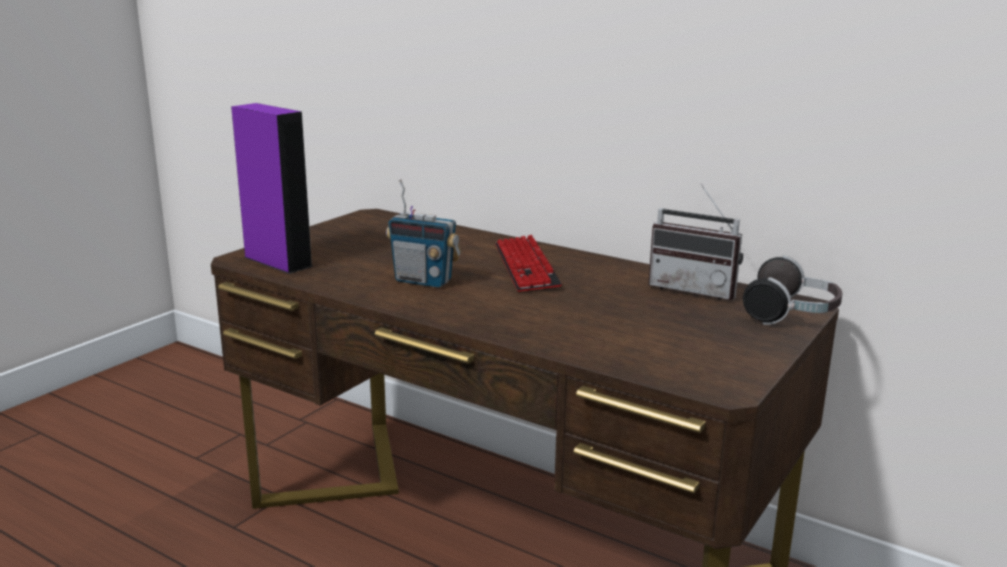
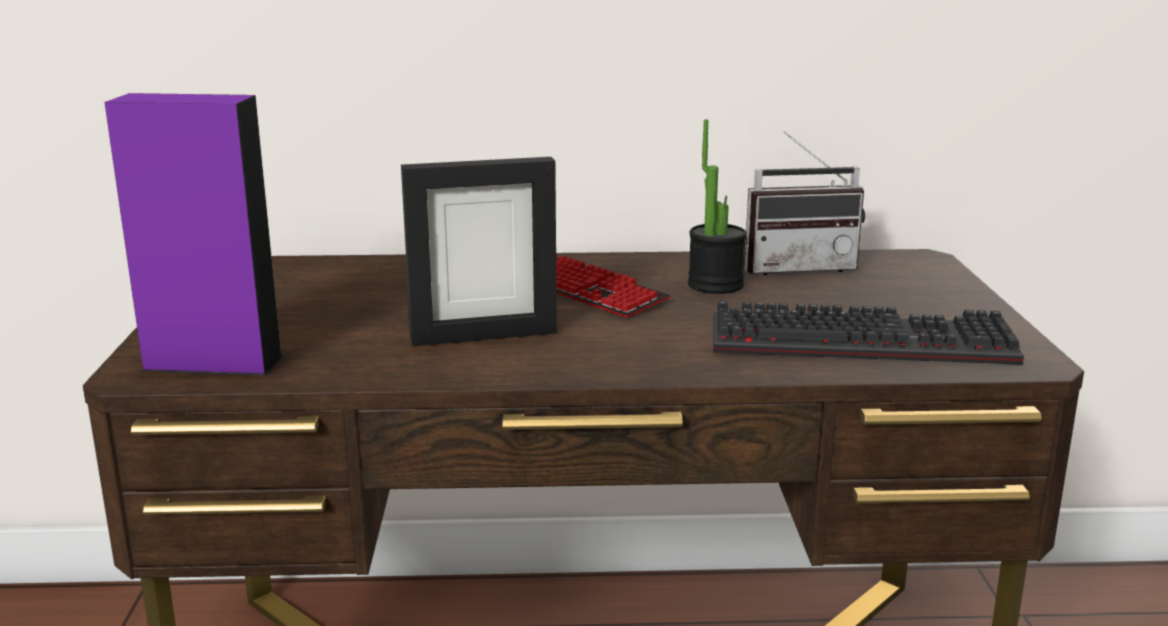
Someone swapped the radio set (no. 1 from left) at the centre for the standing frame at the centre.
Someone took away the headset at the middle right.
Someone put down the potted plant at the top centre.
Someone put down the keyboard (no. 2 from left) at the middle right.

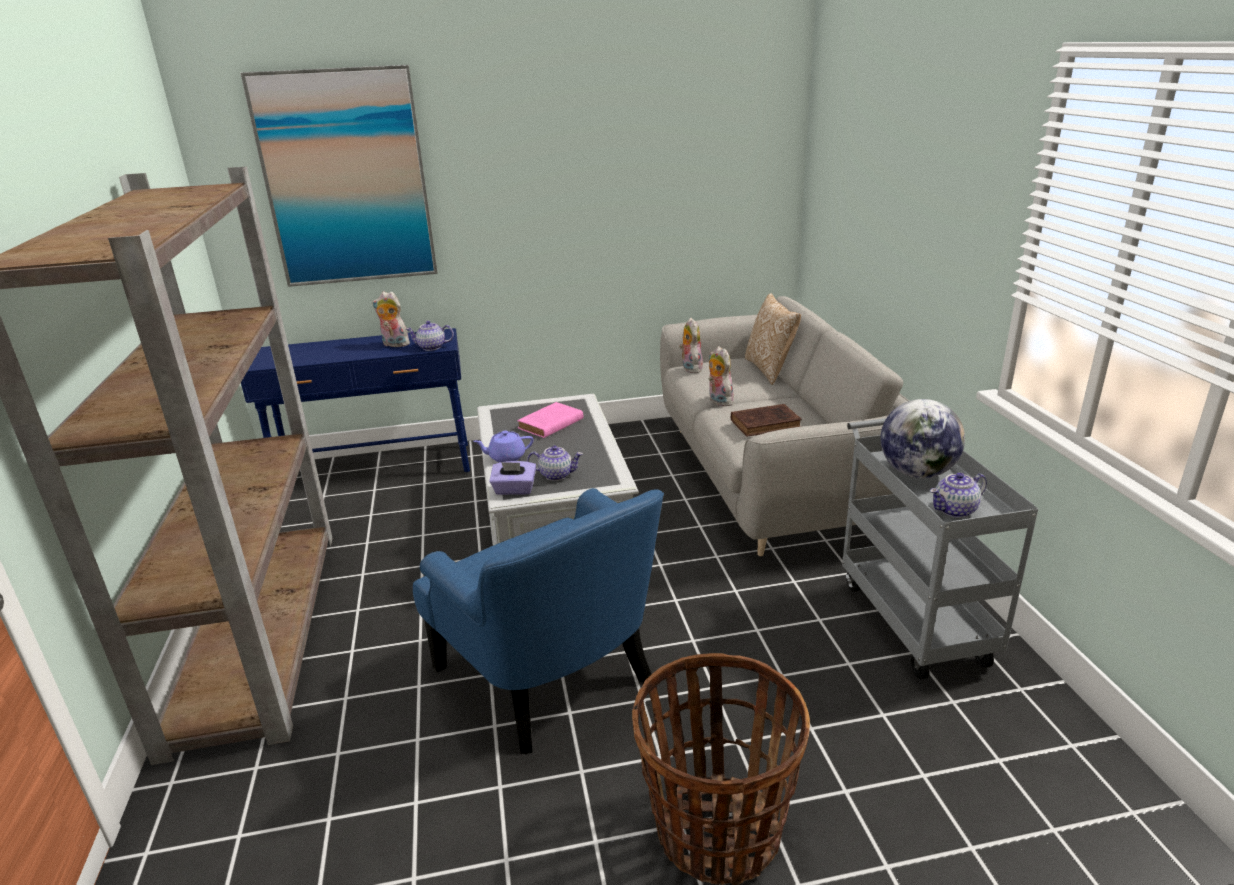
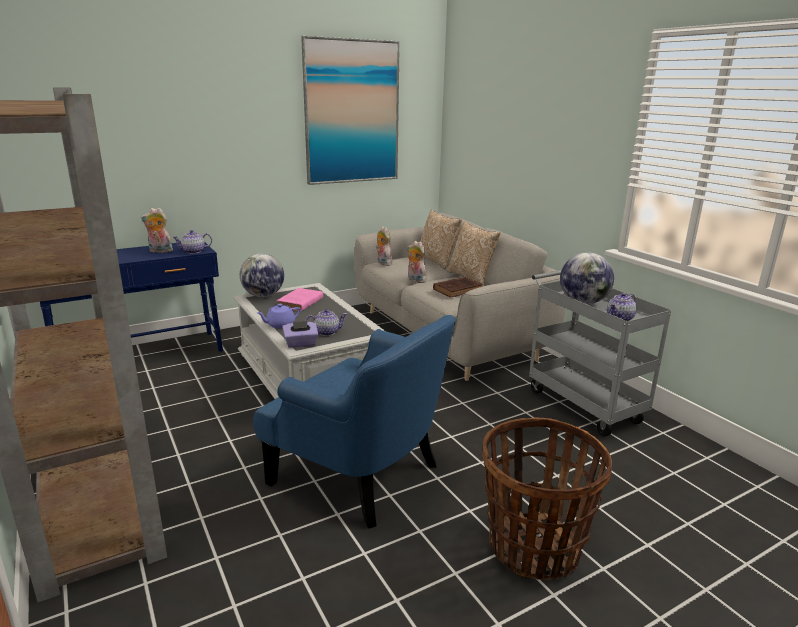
Someone carried the wall picture from the top left to the top centre.
Someone put down the throw pillow (no. 2 from left) at the centre.
Someone put down the desk globe (no. 1 from left) at the middle left.

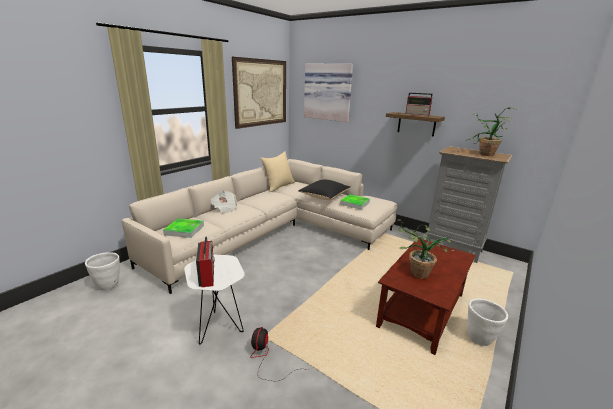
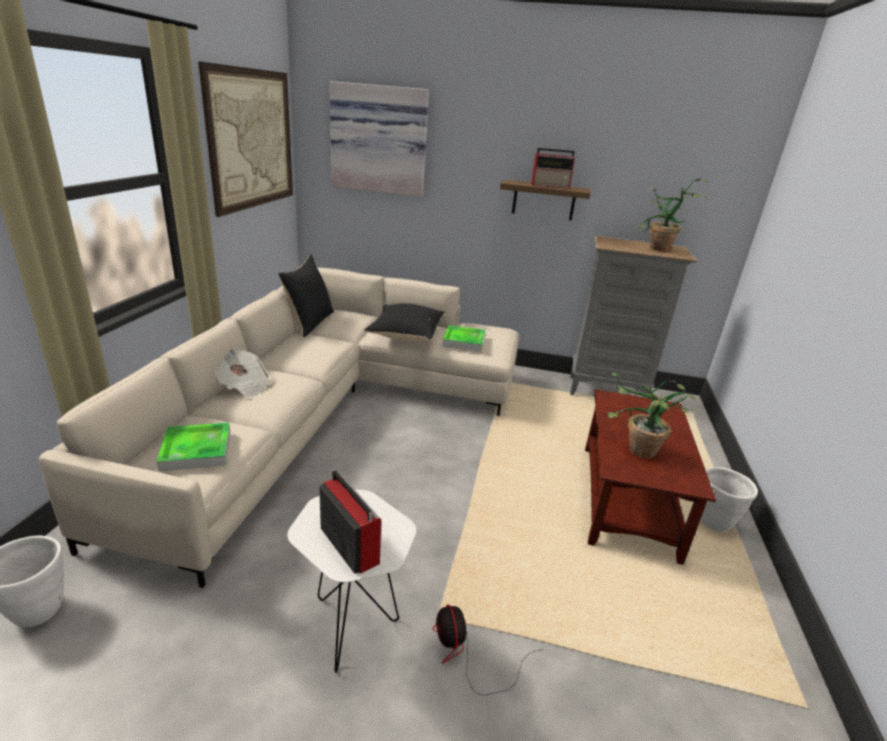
Someone repainted the beige-coloured throw pillow at the centre, which became the black-coloured throw pillow (no. 1 from left) at the centre.

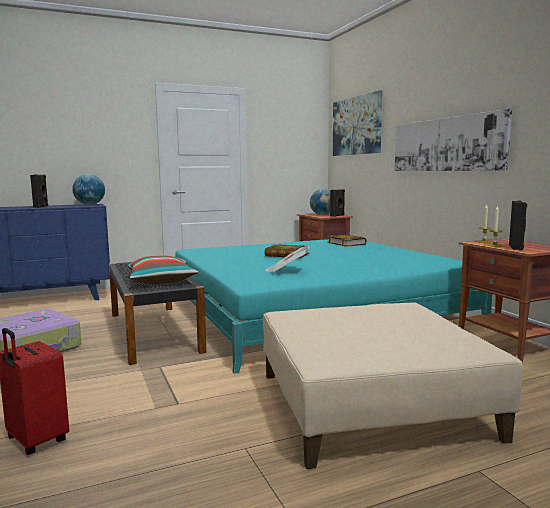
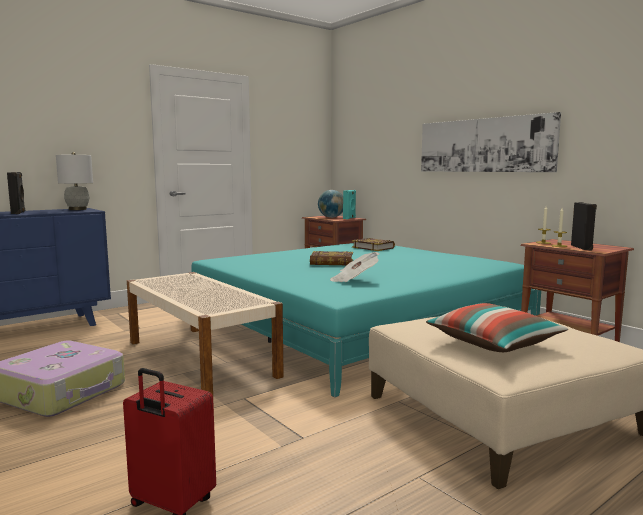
Someone took away the wall picture (no. 1 from left) at the top centre.
Someone swapped the desk globe (no. 1 from left) at the middle left for the white table lamp at the middle left.
Someone repainted the black-coloured audio speaker (no. 2 from left) at the centre, which became the turquoise audio speaker at the centre.
Someone carried the throw pillow from the middle left to the middle right.
Someone repainted the black-coloured indoor bench at the middle left, which became the beige-coloured indoor bench at the middle left.

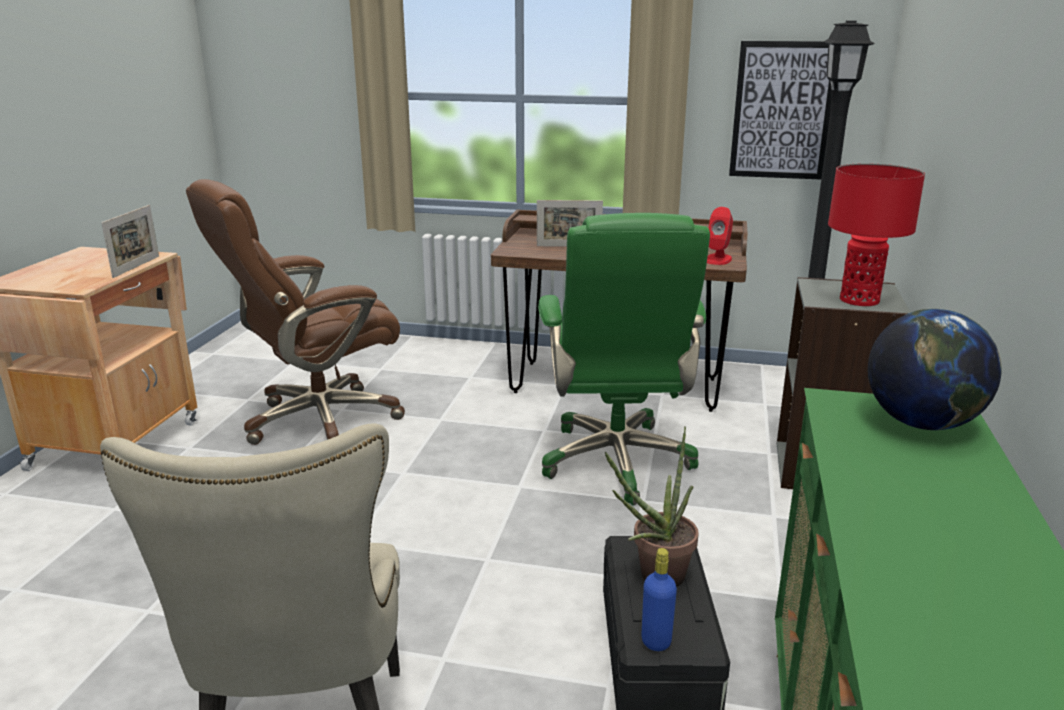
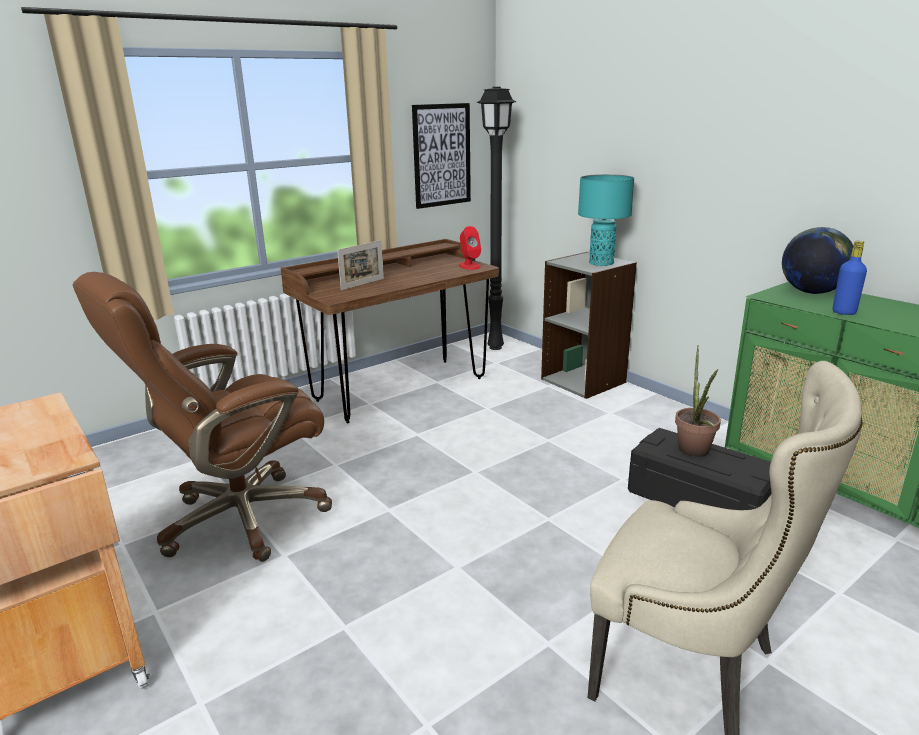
Someone repainted the reddish table lamp at the top right, which became the turquoise table lamp at the top centre.
Someone rotated the brown office chair at the middle left by 45 degrees clockwise.
Someone took away the standing frame (no. 1 from left) at the middle left.
Someone took away the greenish office chair at the centre.
Someone carried the blue bottle from the bottom centre to the middle right.

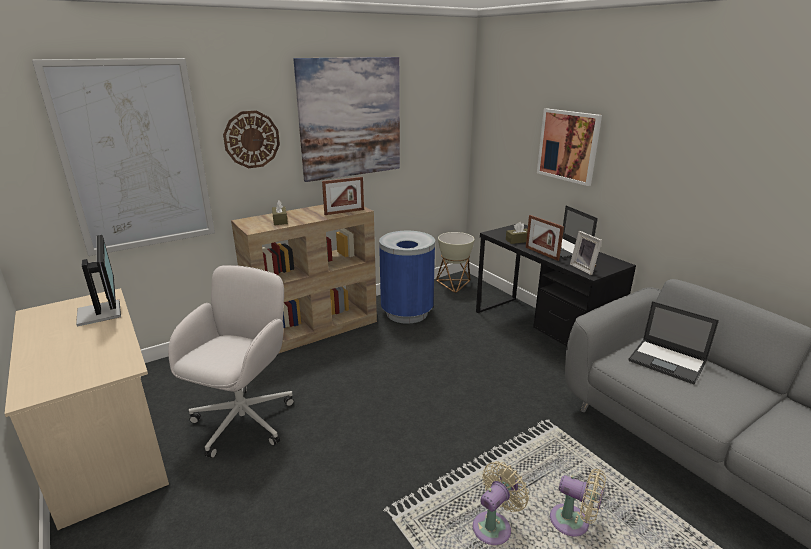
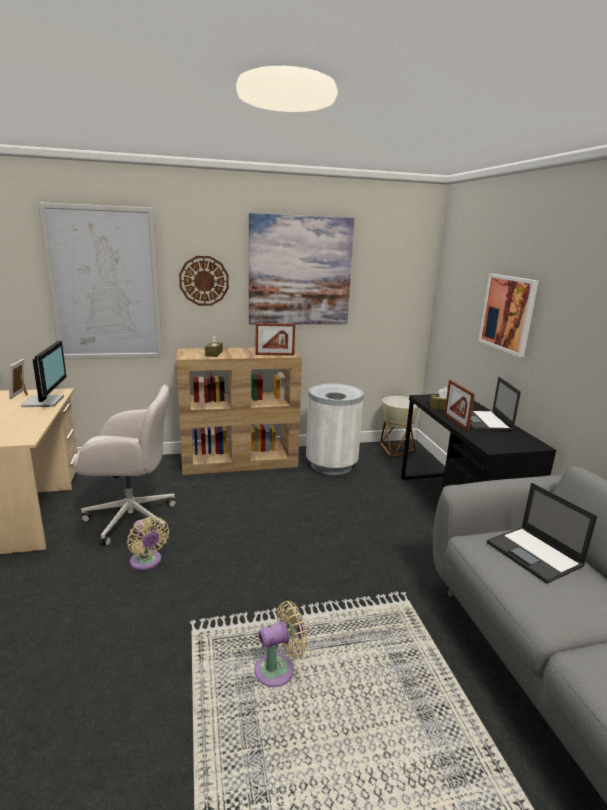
Someone repainted the blue waste bin at the centre, which became the white waste bin at the centre.
Someone carried the standing frame (no. 3 from left in the first image) from the middle right to the middle left.
Someone rotated the white office chair at the middle left by 45 degrees clockwise.
Someone carried the beige-coloured cooling fan (no. 2 from left in the first image) from the bottom right to the bottom left.

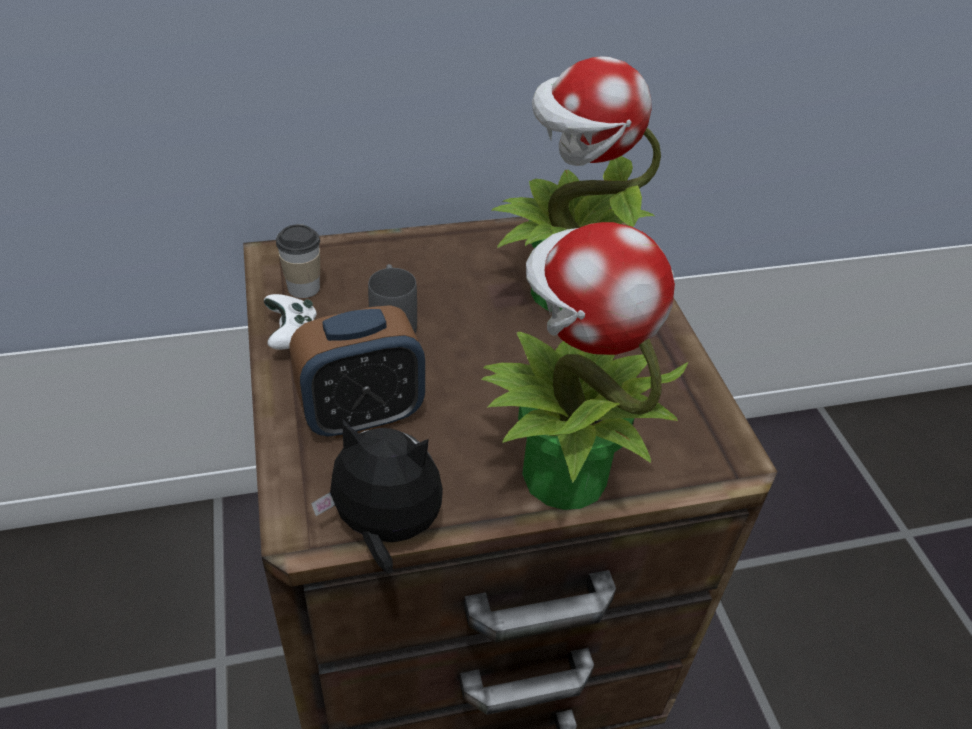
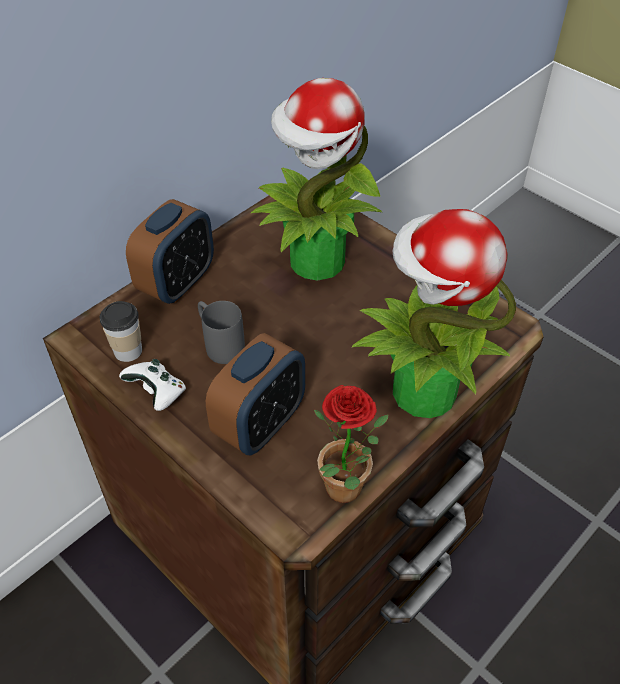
Someone swapped the plush toy at the bottom centre for the potted plant (no. 2 from left) at the centre.
Someone put down the alarm clock (no. 1 from left) at the middle left.

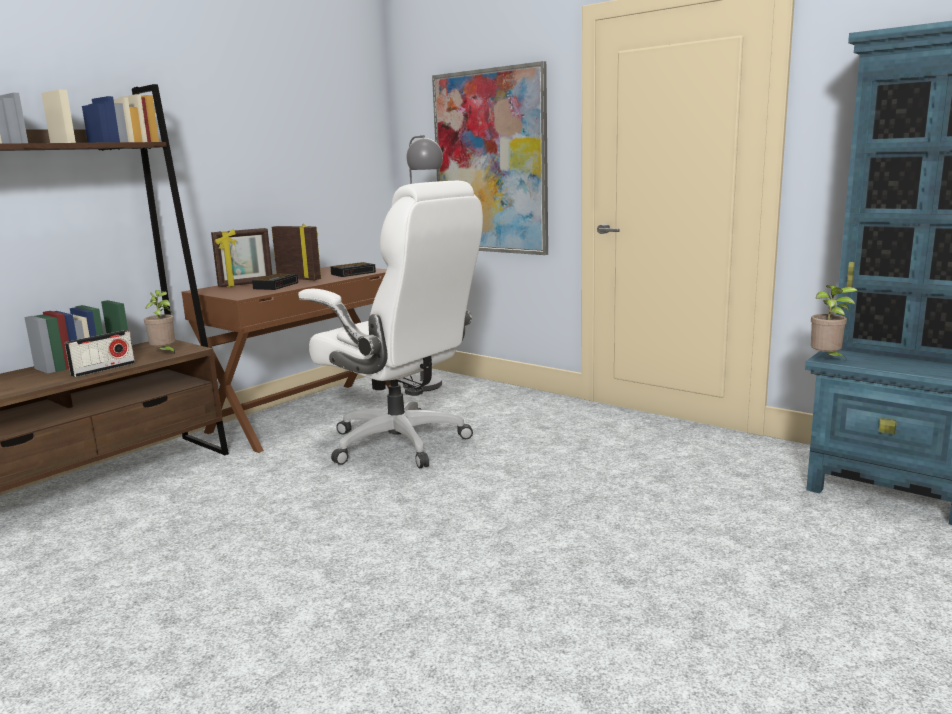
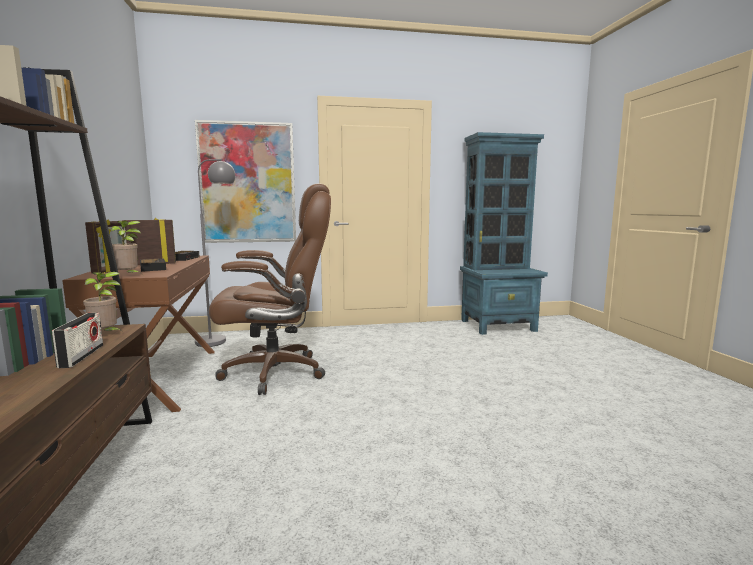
Someone repainted the white office chair at the centre, which became the brown office chair at the centre.
Someone carried the potted plant (no. 2 from left) from the middle right to the middle left.

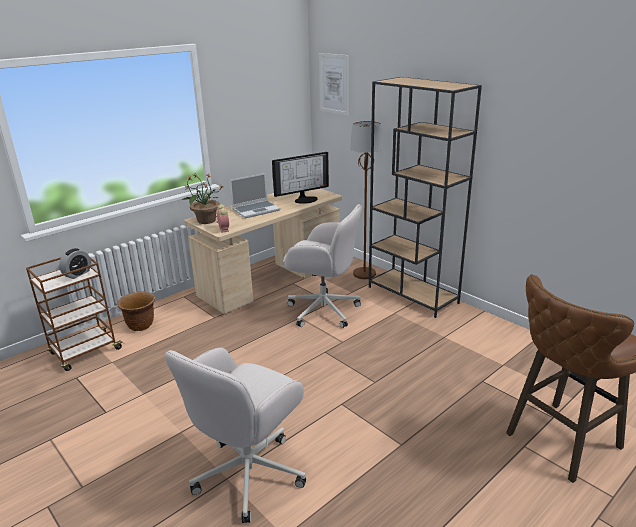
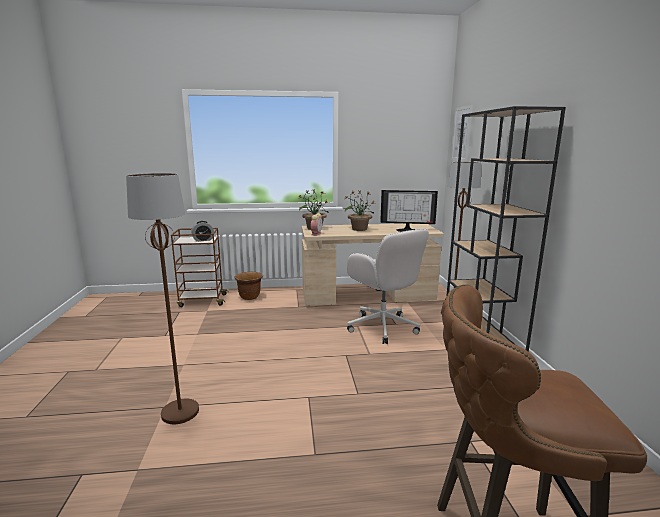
Someone swapped the portable computer at the centre for the potted plant (no. 2 from left) at the centre.
Someone swapped the white office chair (no. 1 from left) at the bottom centre for the brown floor lamp (no. 1 from left) at the middle left.

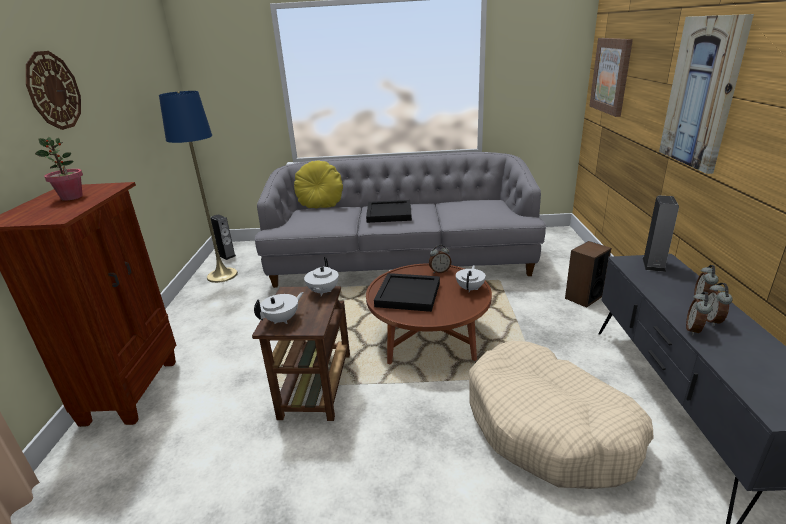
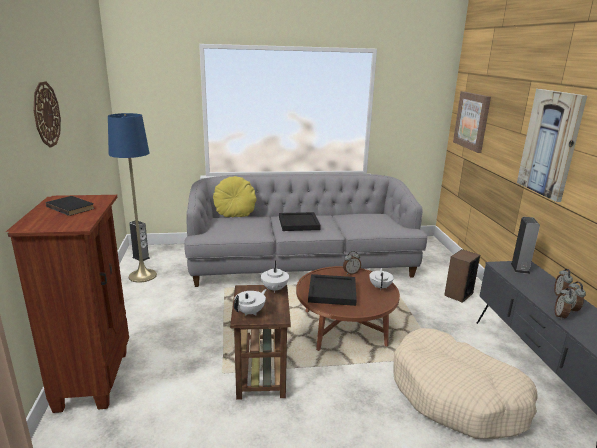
Someone swapped the potted plant at the top left for the black-coloured bound book at the middle left.

